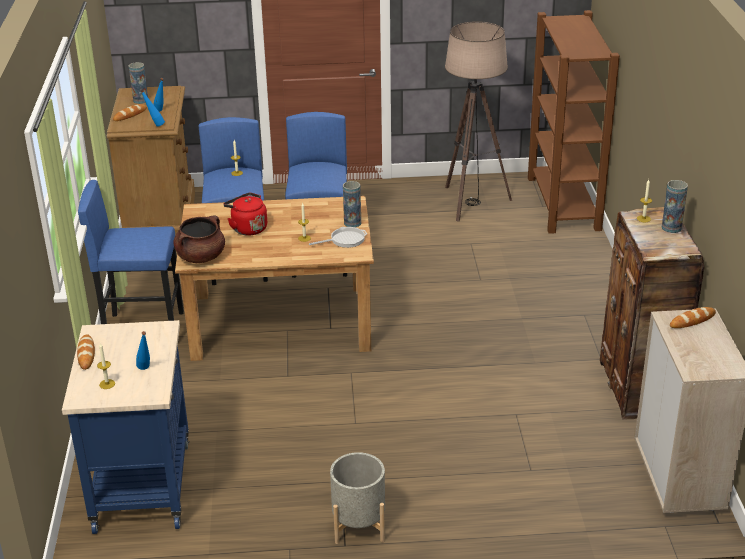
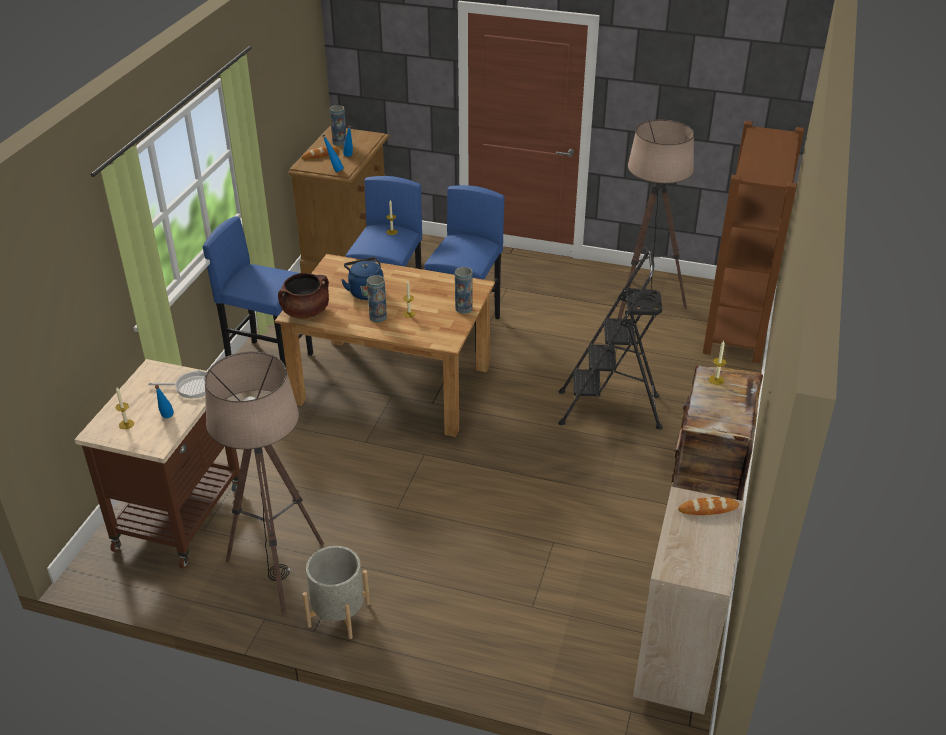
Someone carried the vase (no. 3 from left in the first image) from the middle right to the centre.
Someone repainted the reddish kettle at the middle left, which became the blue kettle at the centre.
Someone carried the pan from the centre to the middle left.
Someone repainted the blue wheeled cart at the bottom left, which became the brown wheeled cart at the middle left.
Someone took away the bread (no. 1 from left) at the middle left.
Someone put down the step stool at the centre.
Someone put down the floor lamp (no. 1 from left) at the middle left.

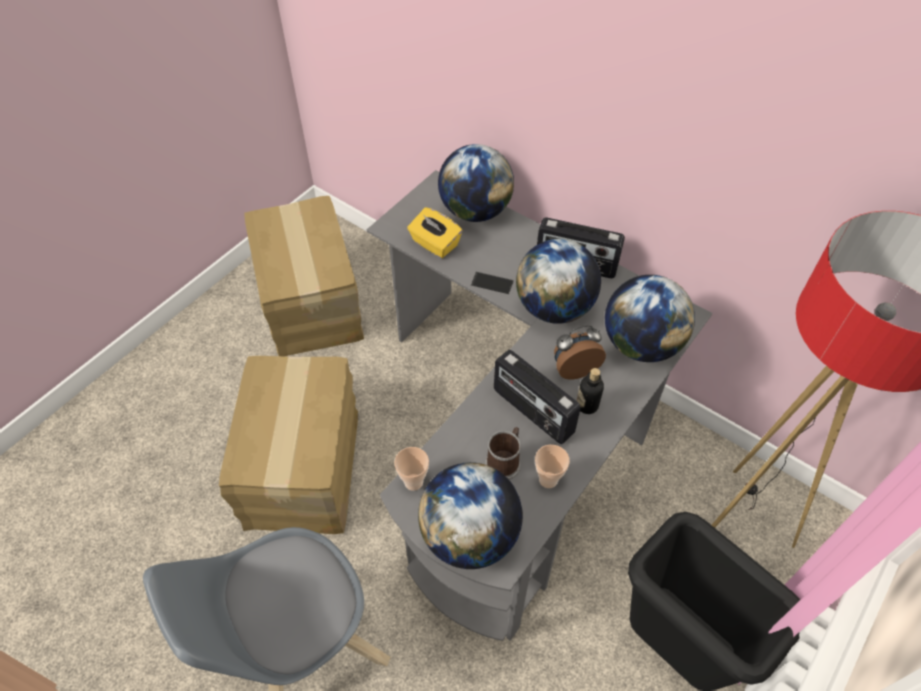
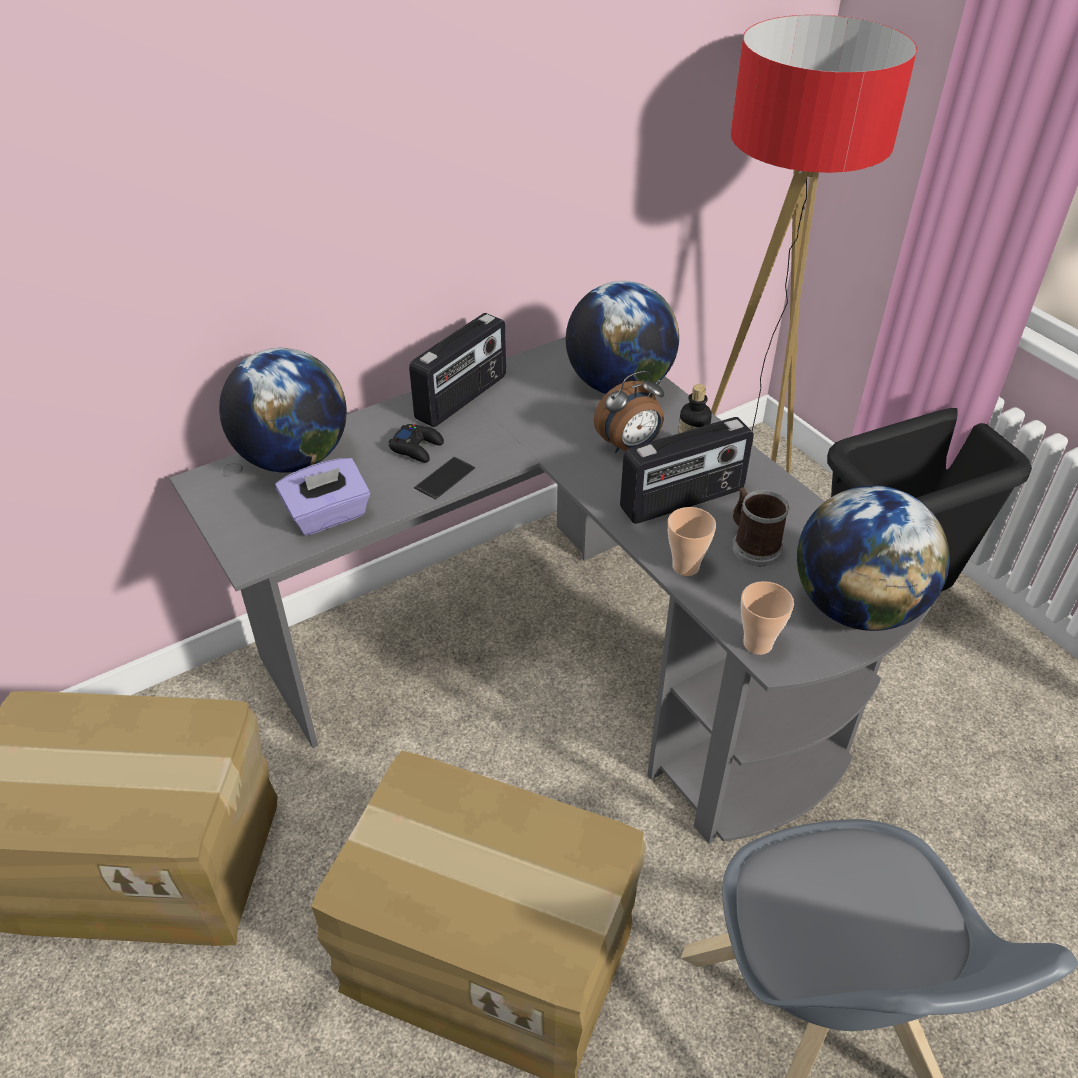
Someone repainted the yellow-coloured tissue holder at the centre, which became the purplish tissue holder at the middle left.
Someone took away the desk globe (no. 3 from left) at the centre.
Someone rotated the alarm clock at the centre by 120 degrees counterclockwise.
Someone carried the cup (no. 2 from left in the first image) from the bottom centre to the centre.
Someone put down the black-coloured joypad at the centre.

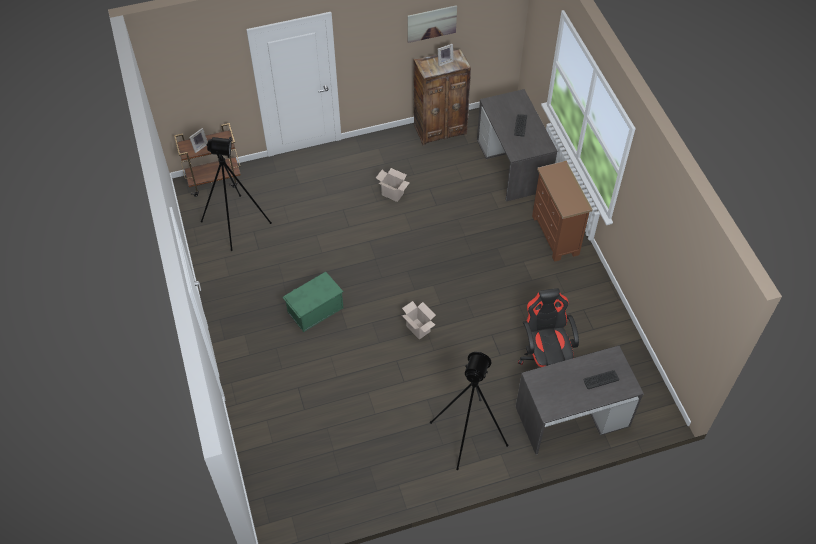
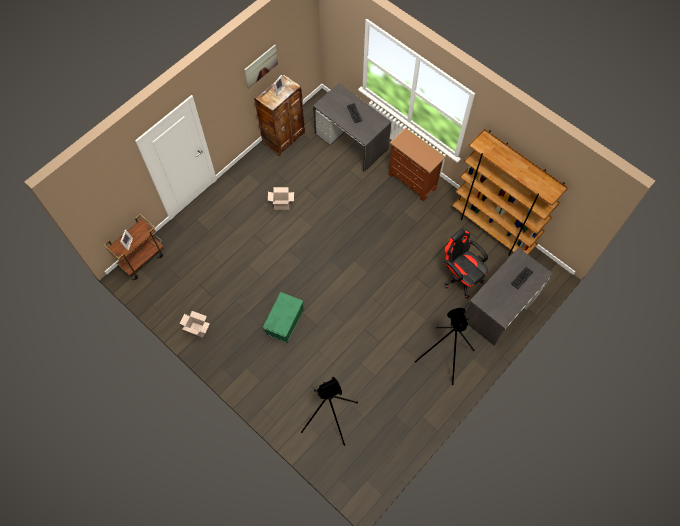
Someone carried the black-coloured floor lamp (no. 1 from left) from the middle left to the bottom centre.
Someone carried the carton (no. 2 from left in the first image) from the centre to the middle left.
Someone put down the brown shelving unit at the middle right.

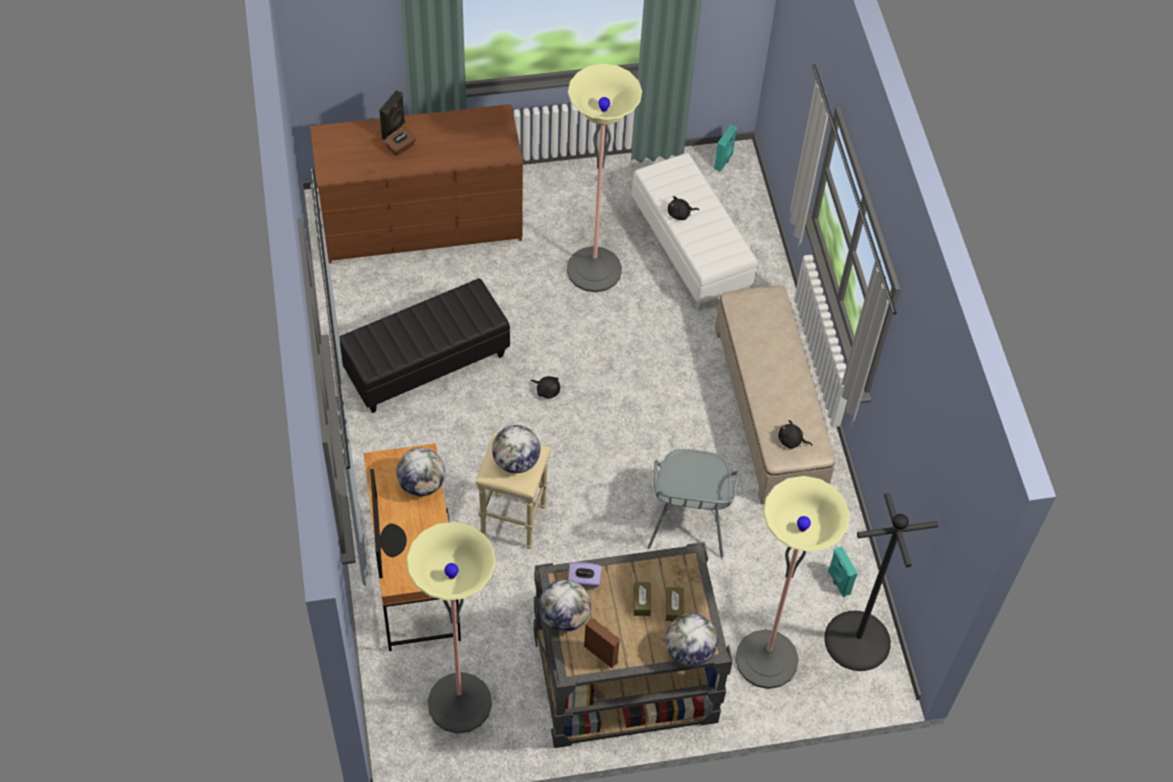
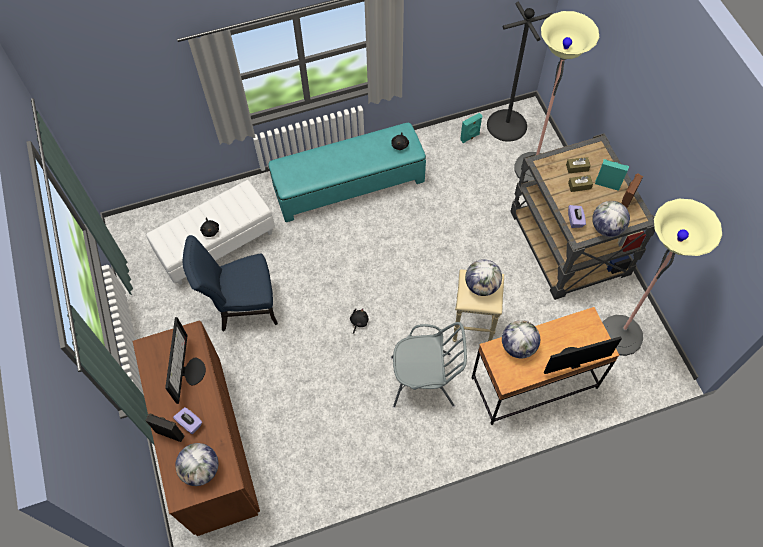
Someone swapped the floor lamp (no. 2 from left) at the top centre for the blue upright chair at the middle left.
Someone carried the turquoise audio speaker (no. 1 from left in the first image) from the top centre to the top right.
Someone repainted the brown tissue holder (no. 1 from left) at the top centre, which became the purplish tissue holder (no. 1 from left) at the bottom left.
Someone took away the black-coloured pouffe at the centre.
Someone repainted the beige-coloured indoor bench at the centre, which became the turquoise indoor bench at the top centre.
Someone carried the gray upright chair from the centre to the bottom centre.
Someone carried the desk globe (no. 4 from left in the first image) from the bottom centre to the bottom left.
Someone put down the computer screen (no. 1 from left) at the middle left.

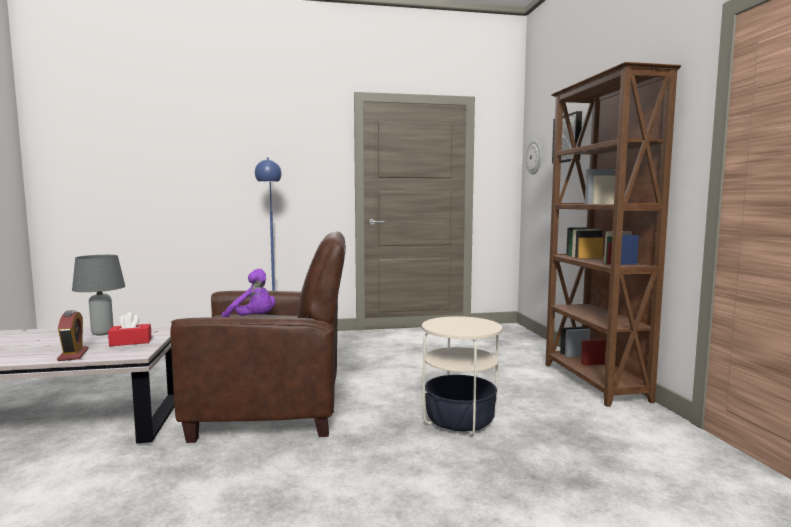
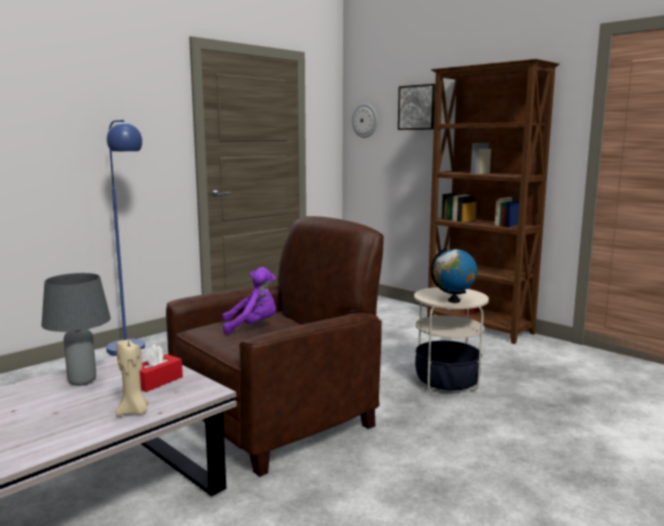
Someone swapped the alarm clock at the middle left for the beige-coloured wax light at the bottom left.
Someone put down the desk globe at the middle right.

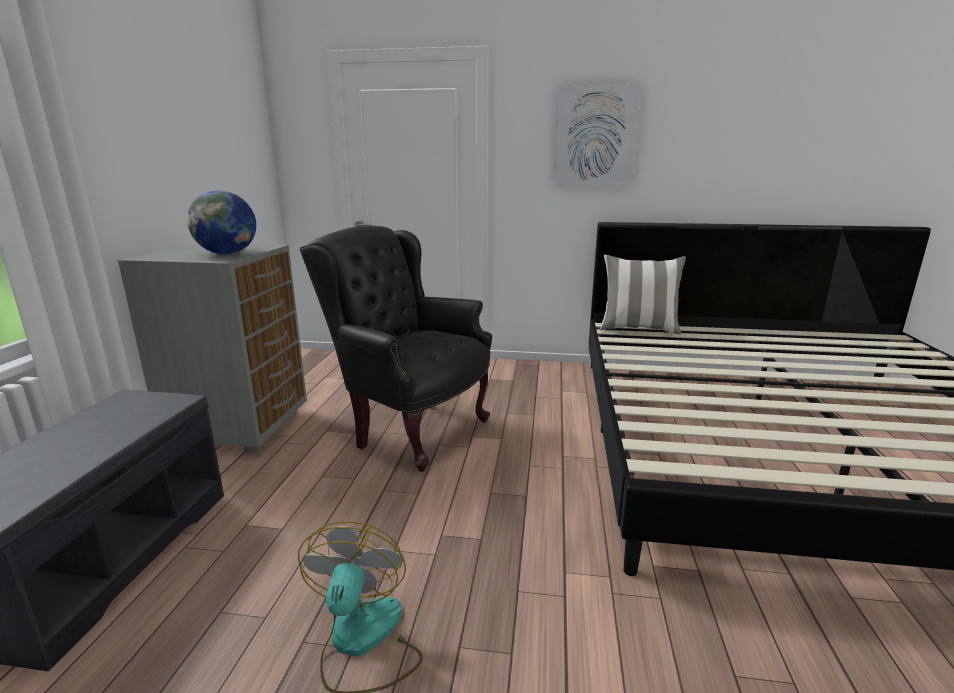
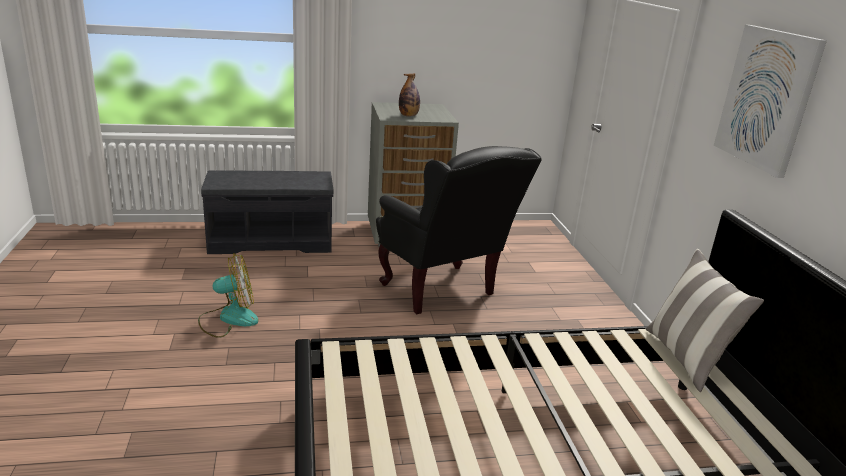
Someone swapped the desk globe at the top left for the bottle at the top centre.
Someone rotated the black-coloured lounge chair at the centre by 135 degrees clockwise.

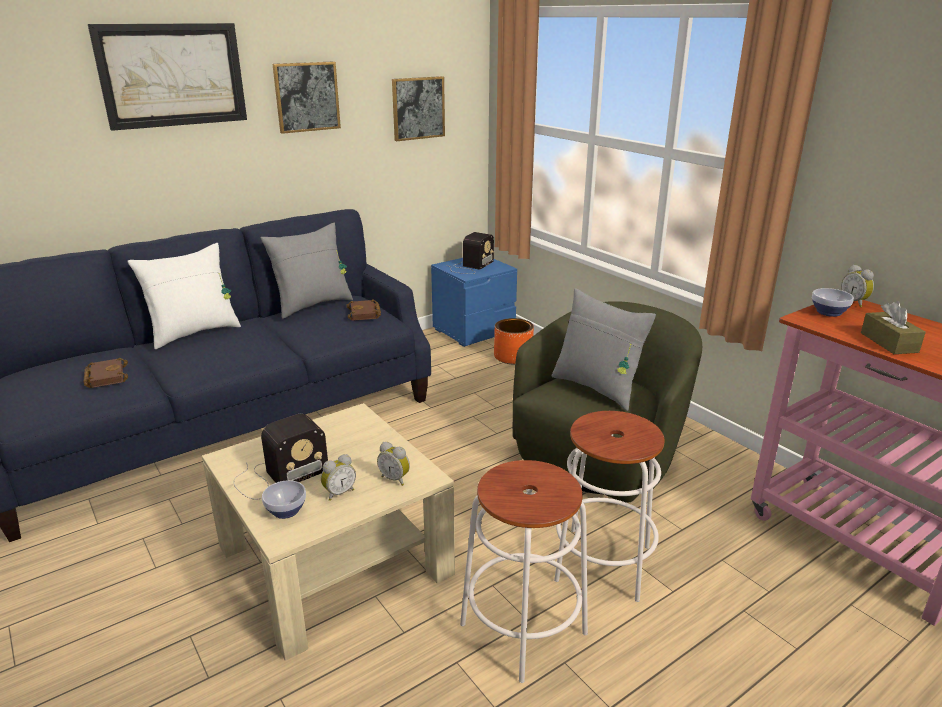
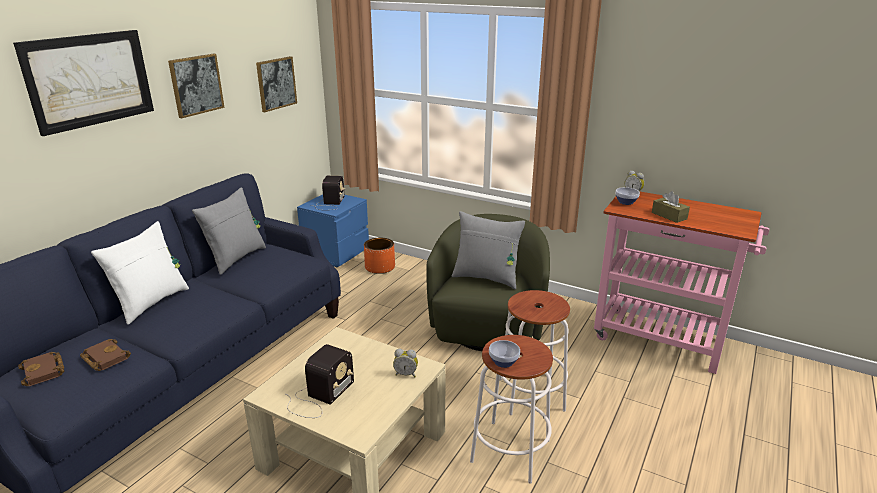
Someone carried the brown bound book (no. 2 from left in the first image) from the centre to the bottom left.
Someone took away the alarm clock (no. 1 from left) at the bottom centre.
Someone carried the deep dish (no. 1 from left) from the bottom left to the bottom centre.

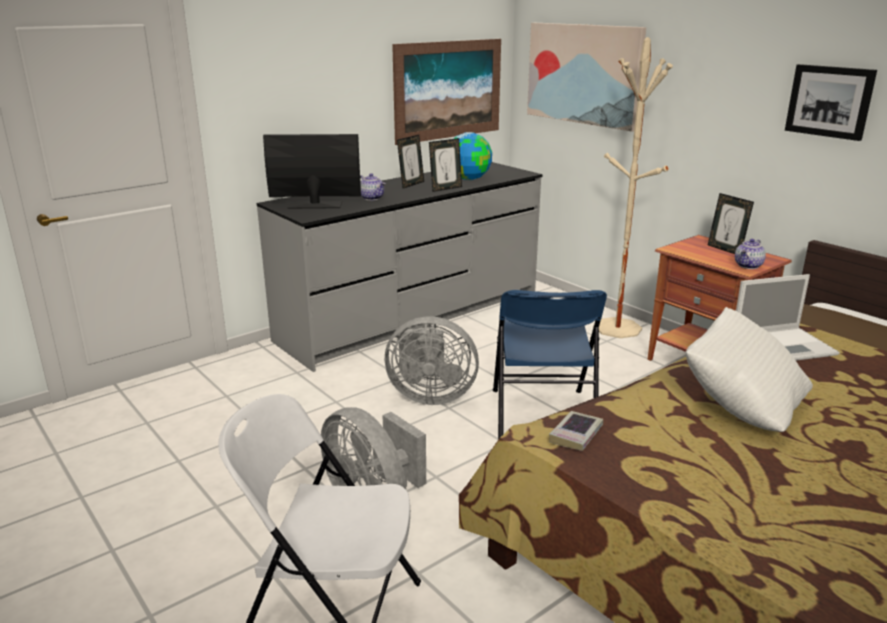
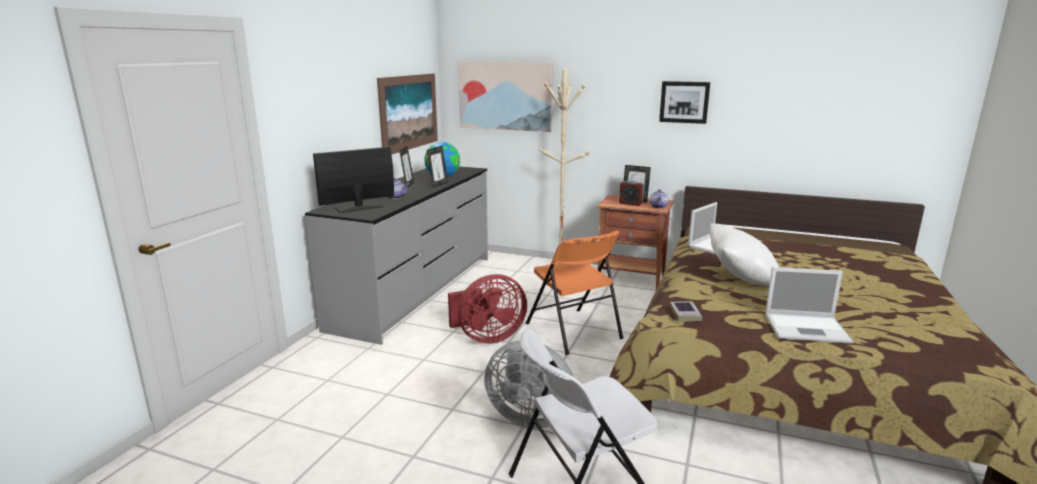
Someone repainted the blue upright chair at the centre, which became the orange-coloured upright chair at the centre.
Someone repainted the gray cooling fan (no. 2 from left) at the centre, which became the reddish cooling fan at the centre.
Someone put down the alarm clock at the centre.
Someone put down the portable computer (no. 2 from left) at the middle right.

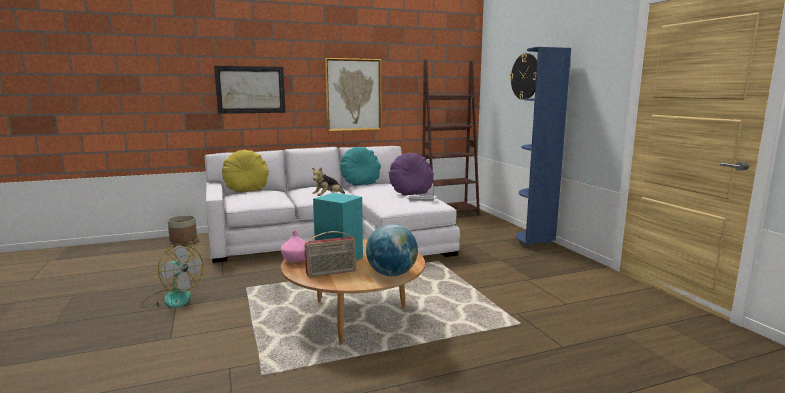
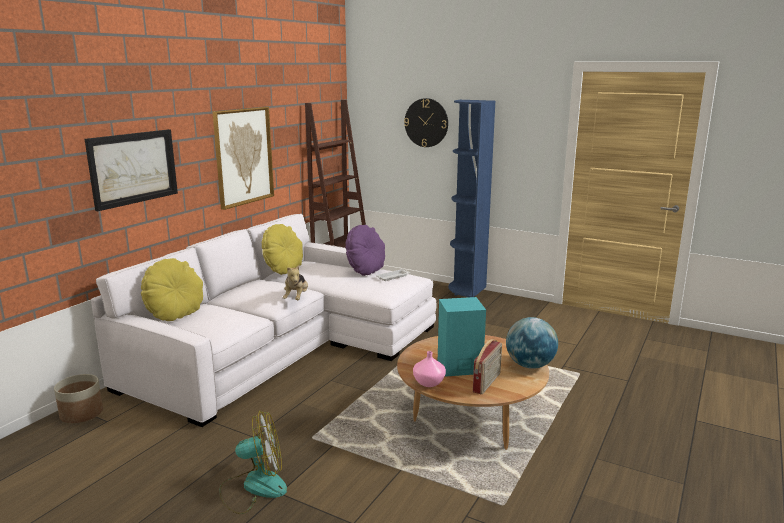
Someone repainted the turquoise throw pillow at the centre, which became the yellow-coloured throw pillow (no. 2 from left) at the centre.

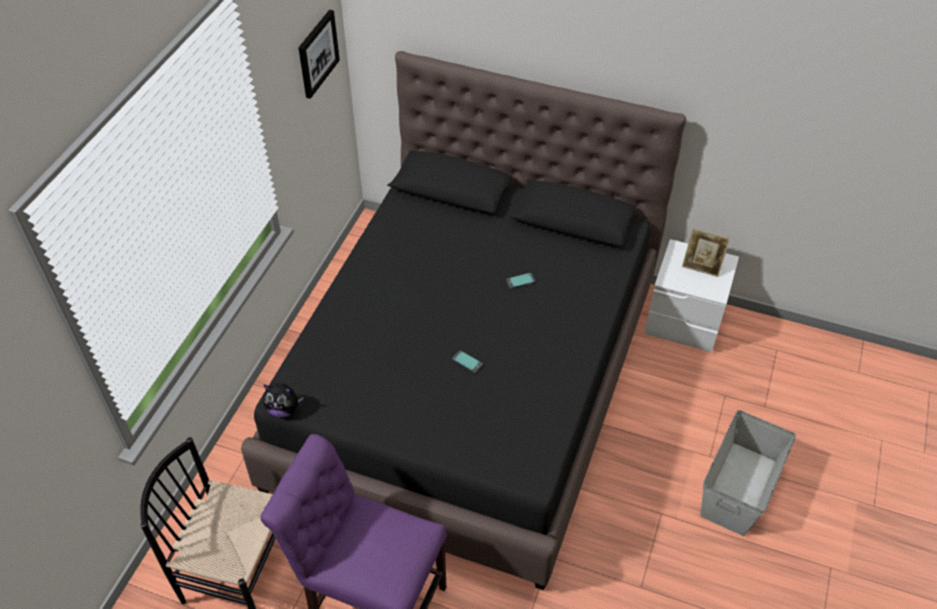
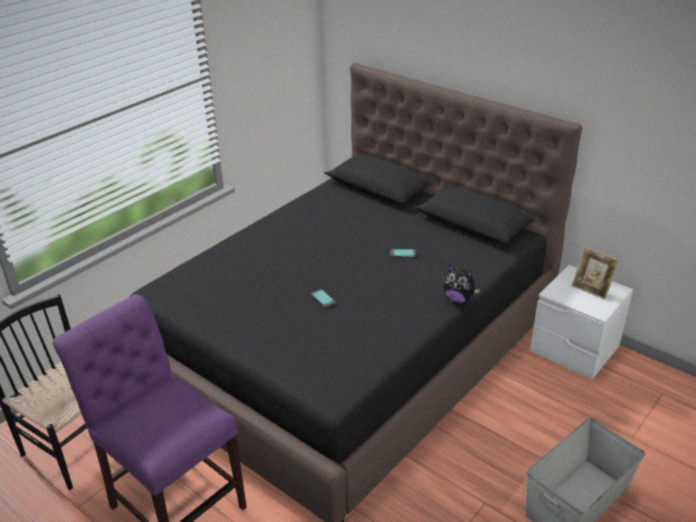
Someone took away the wall picture at the top centre.
Someone carried the plush toy from the middle left to the centre.

